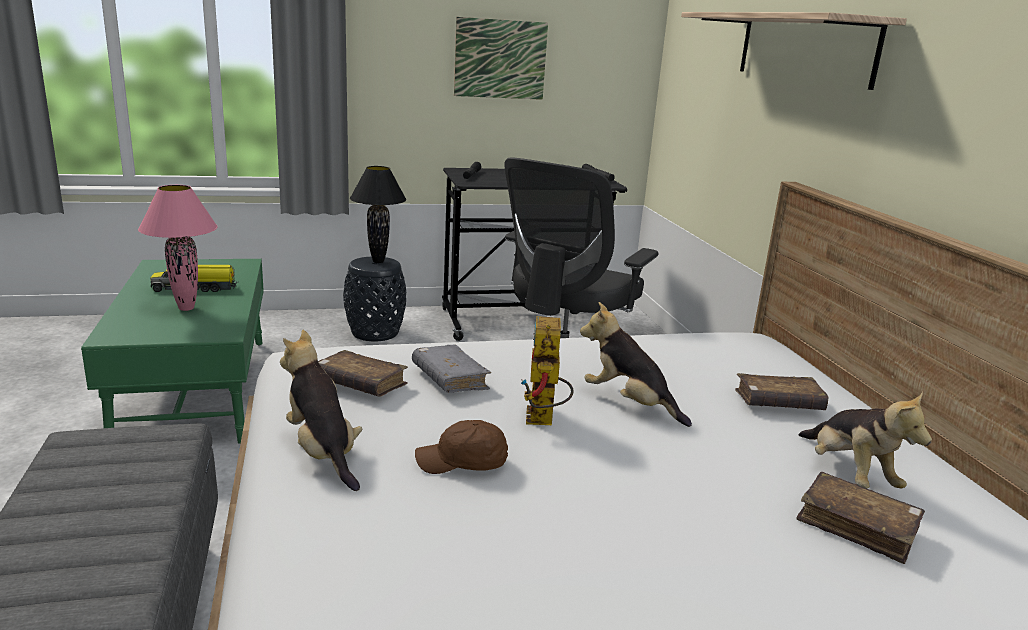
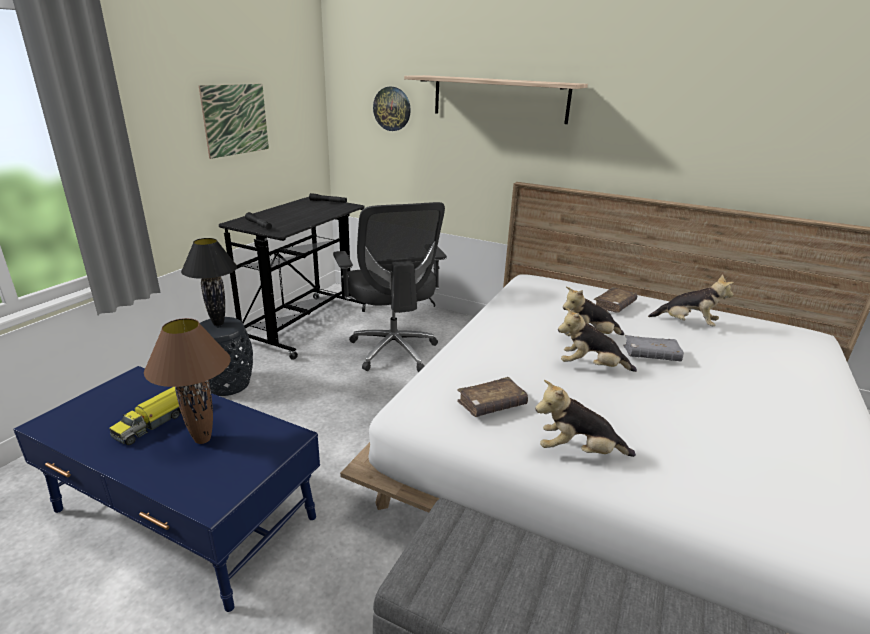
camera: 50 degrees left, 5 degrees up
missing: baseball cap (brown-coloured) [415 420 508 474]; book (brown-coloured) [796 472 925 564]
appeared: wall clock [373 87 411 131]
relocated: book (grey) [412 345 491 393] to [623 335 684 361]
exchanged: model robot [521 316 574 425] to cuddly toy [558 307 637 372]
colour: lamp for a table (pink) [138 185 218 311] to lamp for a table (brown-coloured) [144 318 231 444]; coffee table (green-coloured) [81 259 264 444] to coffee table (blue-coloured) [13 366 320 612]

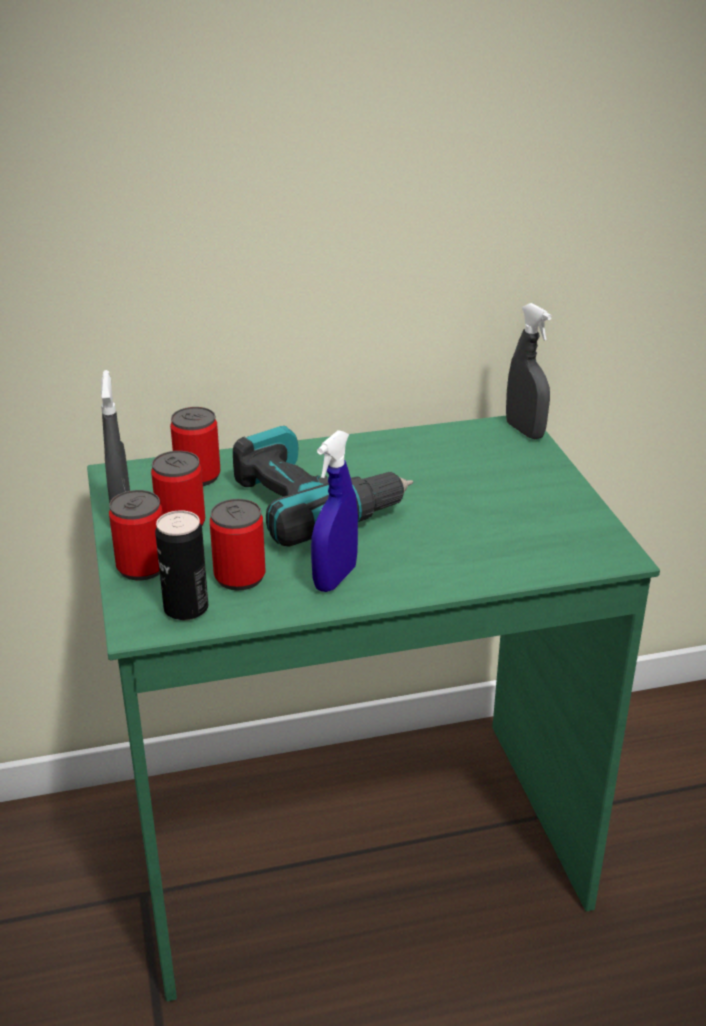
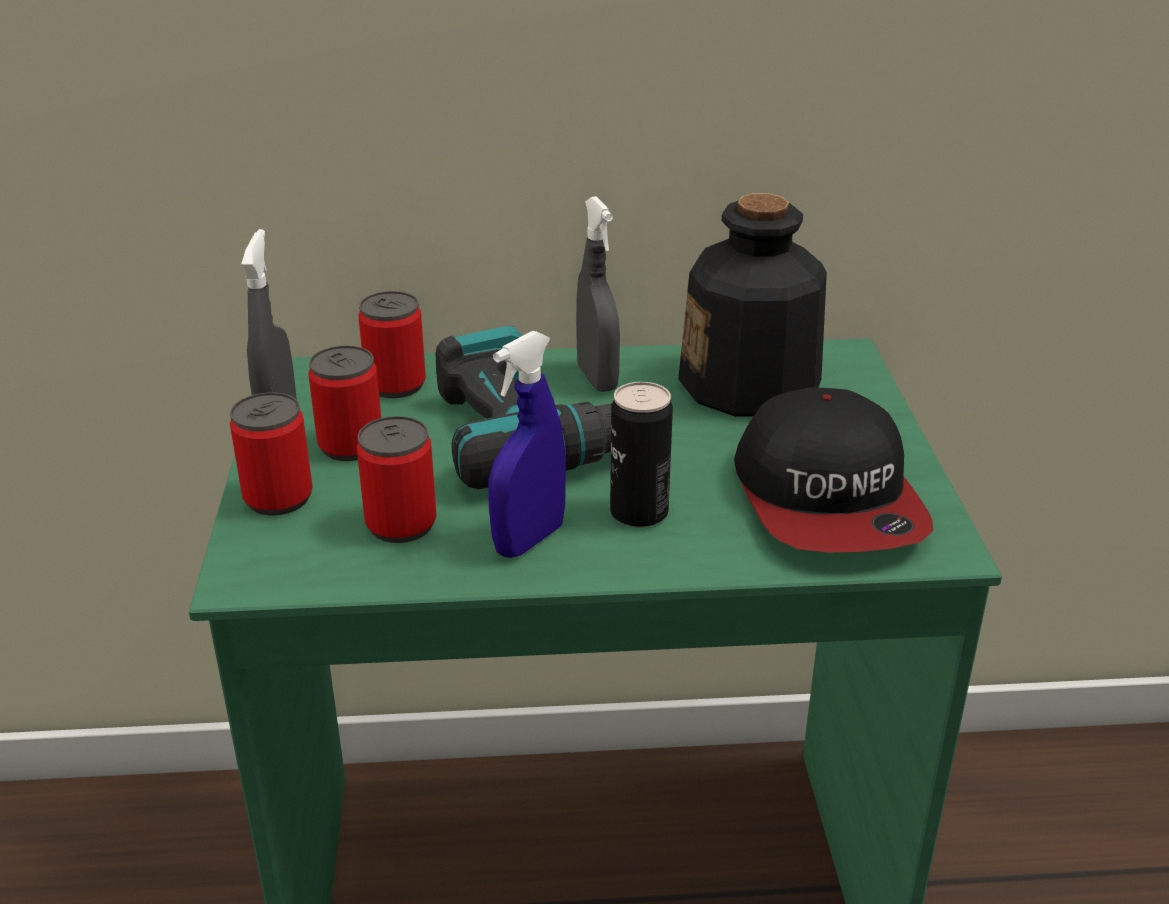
camera: 10 degrees right, 0 degrees up
appeared: beverage bottle [678 193 827 417]; baseball cap [734 388 933 553]
relocated: spray bottle (grey) [506 303 552 439] to [576 196 620 392]; can [155 510 209 620] to [610 382 673 527]

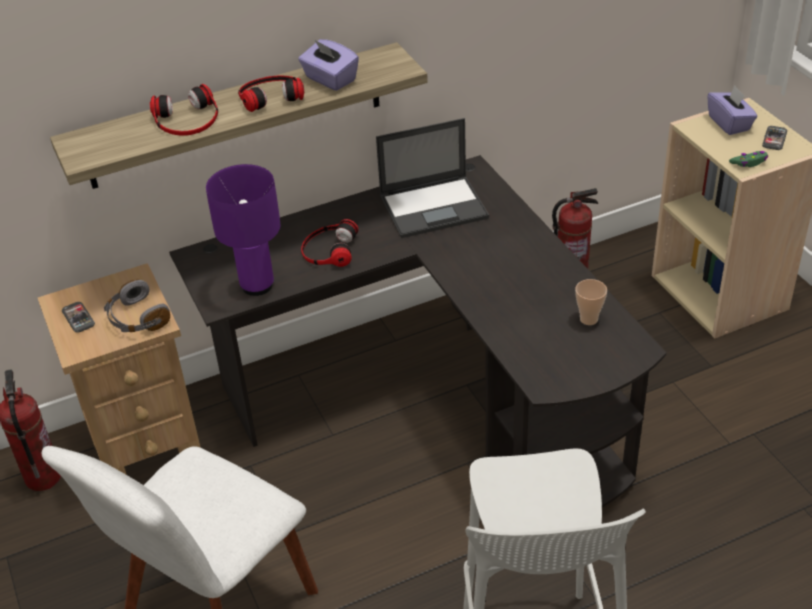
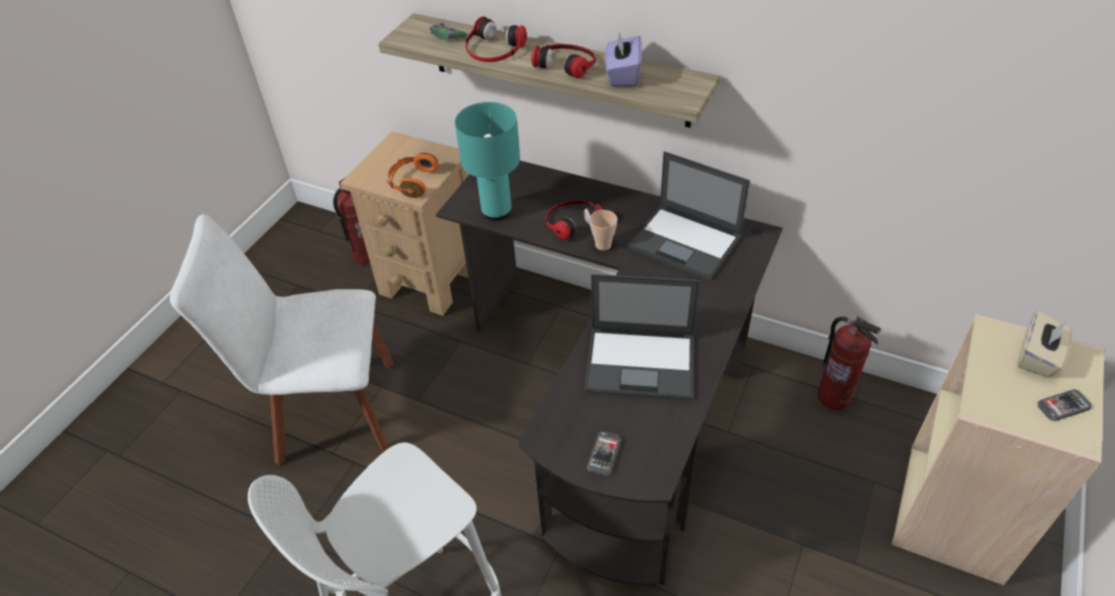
camera: 50 degrees right, 5 degrees up
appeared: portable computer [585 274 700 401]
relocated: game controller (green-coloured) [729 151 768 167] to [429 23 467 40]; small cup [575 279 607 325] to [589 210 617 250]; telephone [62 302 95 333] to [587 431 622 476]
colour: tissue holder (purple) [707 86 758 135] to tissue holder (beige) [1018 311 1072 377]; lamp for a table (purple) [206 164 280 296] to lamp for a table (turquoise) [455 102 520 221]; pair of headphones (grey) [104 279 170 332] to pair of headphones (orange) [386 153 438 198]

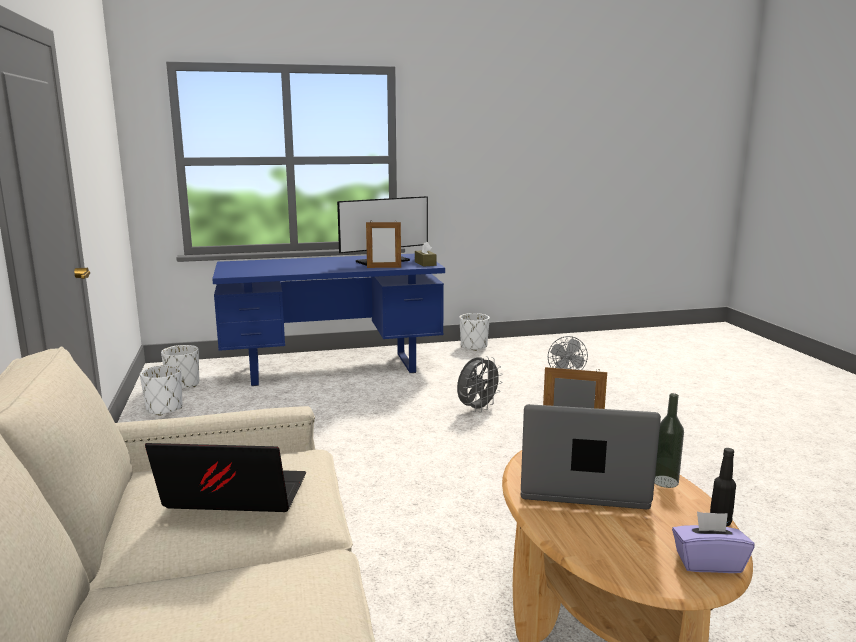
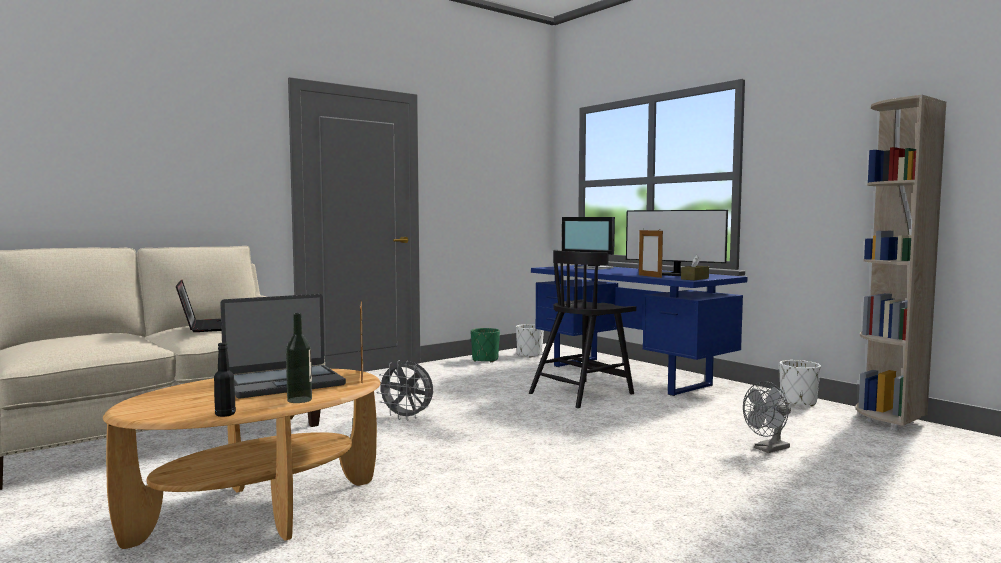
camera: 65 degrees right, 10 degrees down
missing: tissue holder (purple) [672 511 755 573]
appeared: bookshelf (beige) [856 95 946 431]; monitor [562 217 615 270]; chair (blackish) [529 250 636 408]
relocated: electric fan (grey) [457 356 503 412] to [377 360 433 421]
colour: planter (white) [140 365 182 416] to planter (green-coloured) [471 328 500 362]
spun: portable computer [521 404 661 509] = [220 294 346 398] 75 degrees clockwise

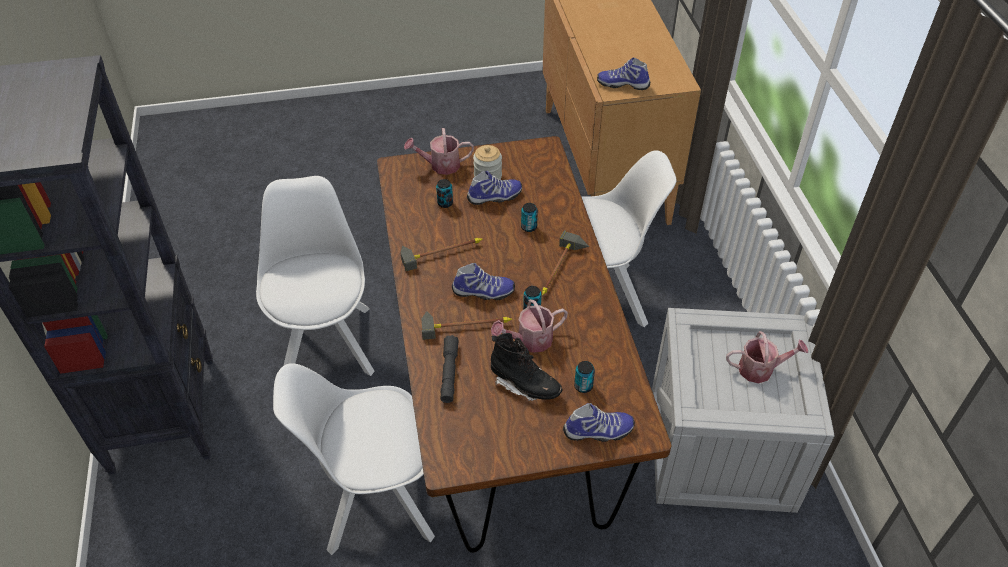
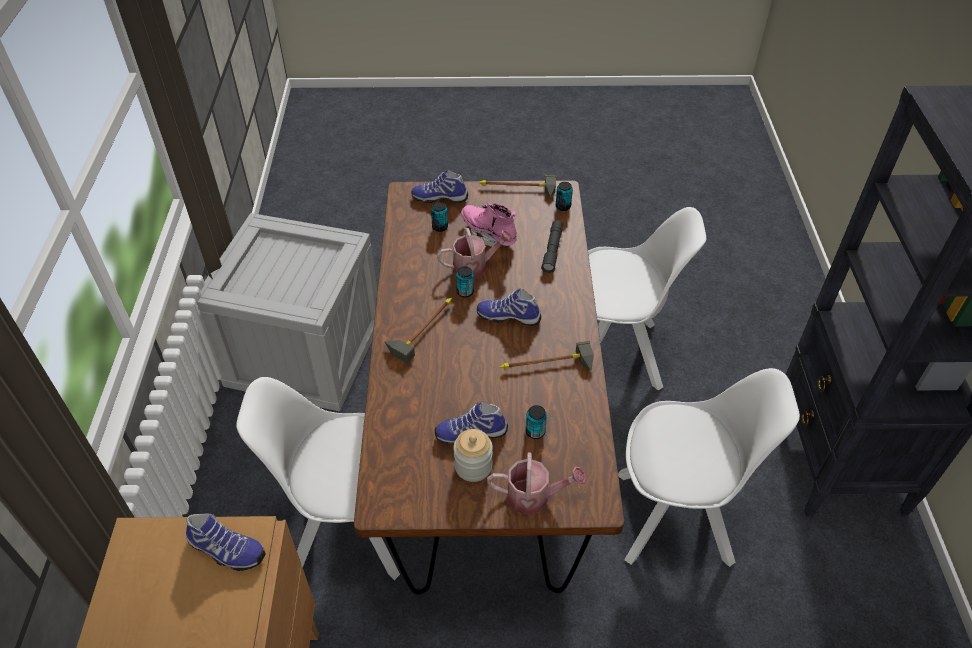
camera: 170 degrees left, 0 degrees up
missing: sprinkling can [726 331 808 383]
relocated: can [521 203 538 232] to [556 182 573 211]; tool hammer [421 311 512 340] to [478 175 556 197]
colour: boot (blackish) [491 333 562 401] to boot (pink) [461 202 517 247]
spun: chair (white) [256 176 375 376] = [618 368 800 567] 90 degrees counterclockwise

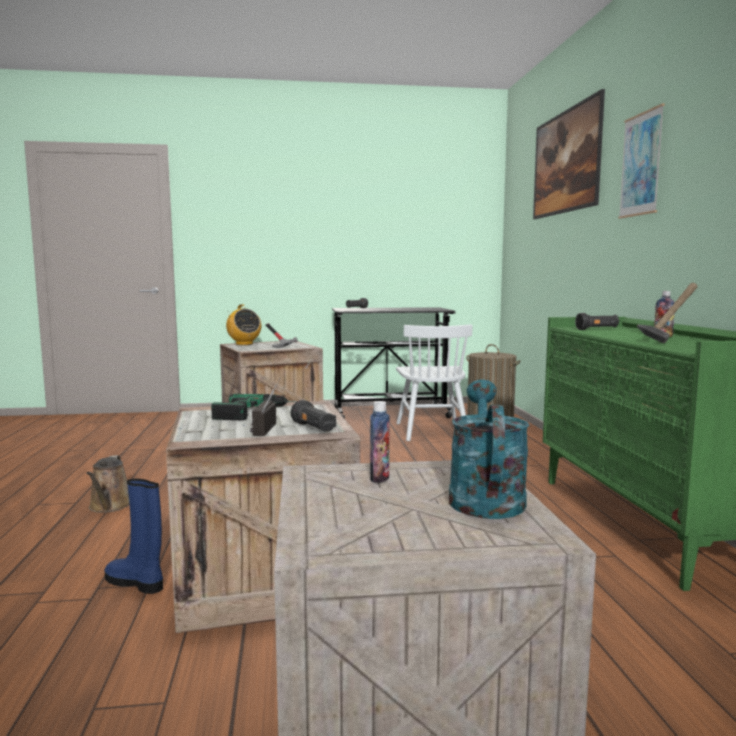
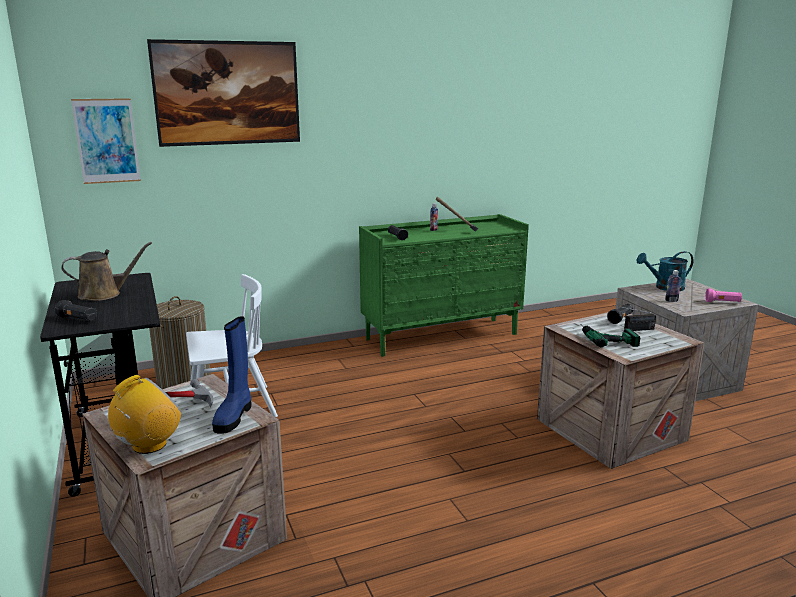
camera: 105 degrees left, 10 degrees up
appeared: hand torch (pink) [705 289 742 302]
relocated: wall art [618 103 665 219] to [71 98 141 184]; sprinkling can (brown-coloured) [86 455 130 513] to [61 242 152 301]; boot (blue-coloured) [105 479 163 594] to [212 316 251 434]

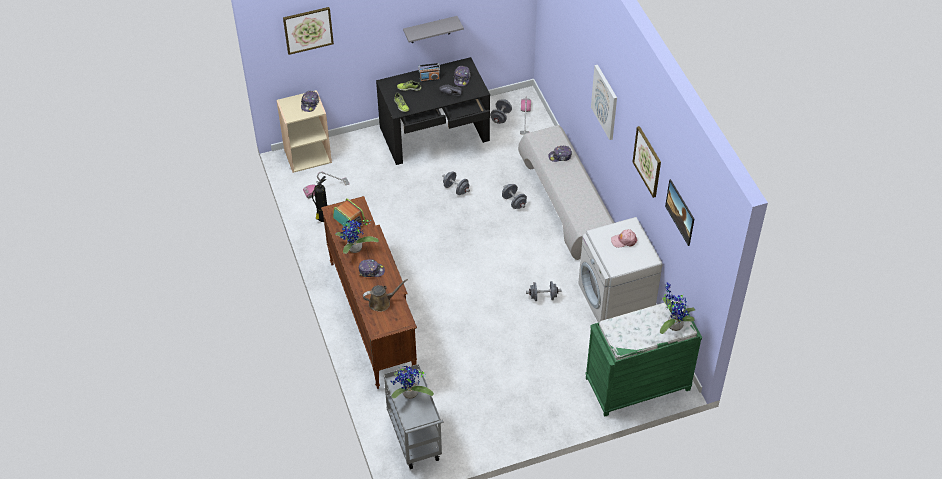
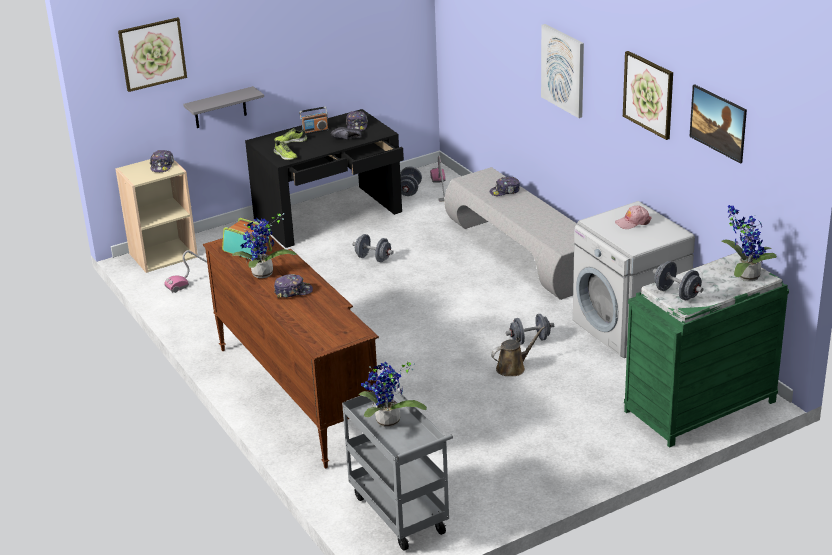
camera: 10 degrees left, 20 degrees down
missing: fire-fighting cylinder [312 176 327 222]
relocated: bracket shelf (grey) [403 16 464 43] to [183 86 264 128]; free weight (grey) [502 184 527 209] to [653 261 703 300]; sprinkling can (brown-coloured) [363 279 408 312] to [491 326 545 376]

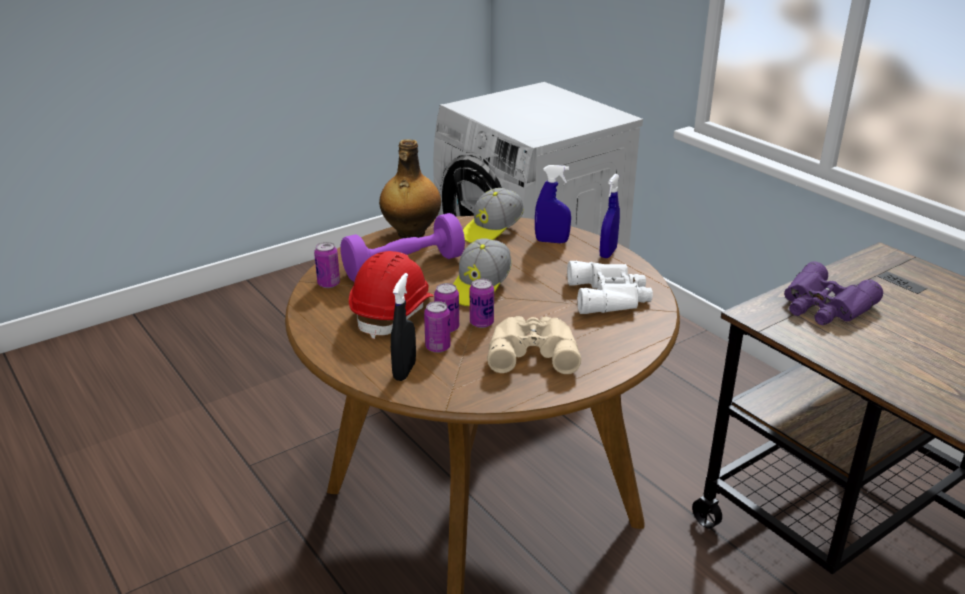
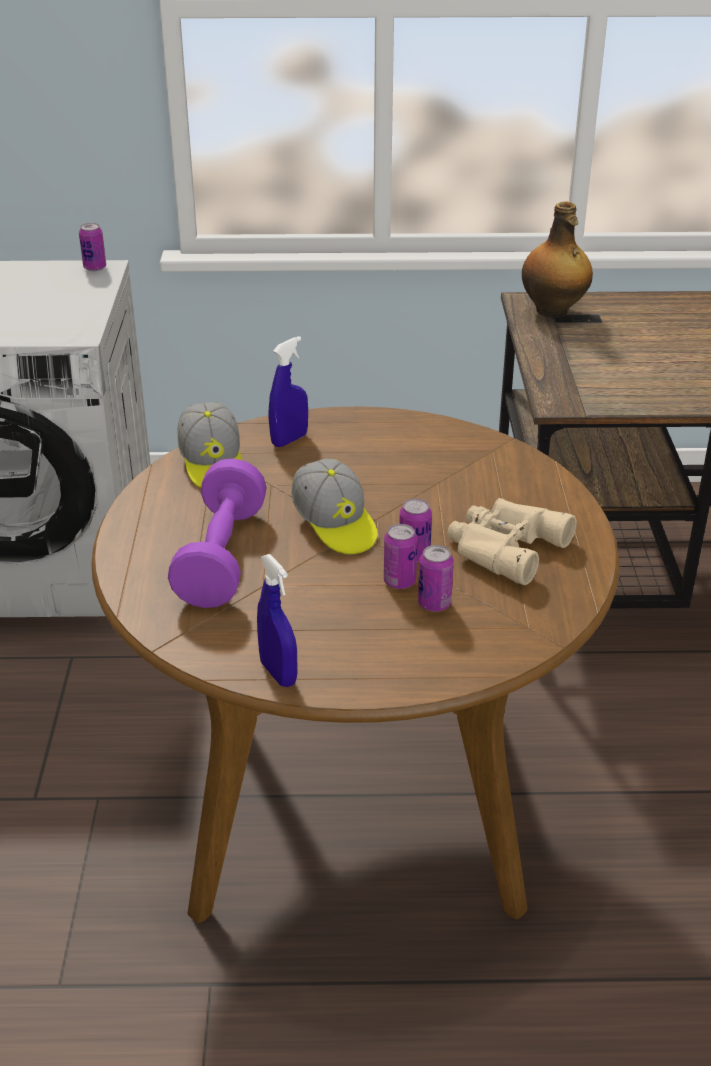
camera: 55 degrees left, 5 degrees up
missing: safety helmet (red) [349 251 434 339]; pair of binoculars (white) [567 261 653 314]; pair of binoculars (purple) [784 261 883 325]; spray bottle (blackish) [391 273 416 381]
relocated: beverage bottle [379 139 441 238] to [522 202 593 318]; spray bottle (blue-coloured) [600 174 620 258] to [257 554 298 687]; can [314 242 340 288] to [79 223 106 271]

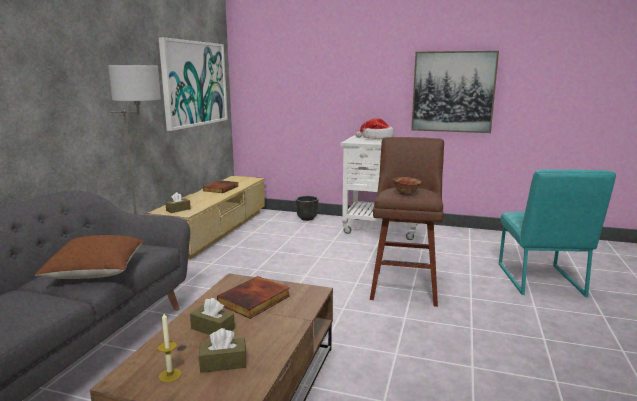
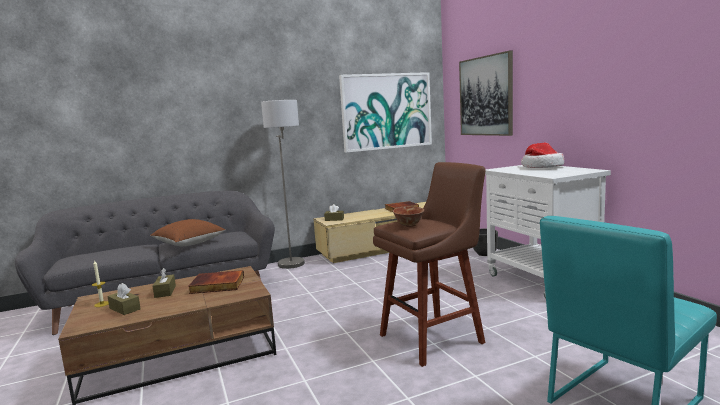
camera: 50 degrees right, 5 degrees down
relocated: wall art [411 51 499 133] to [459 51 513 136]

